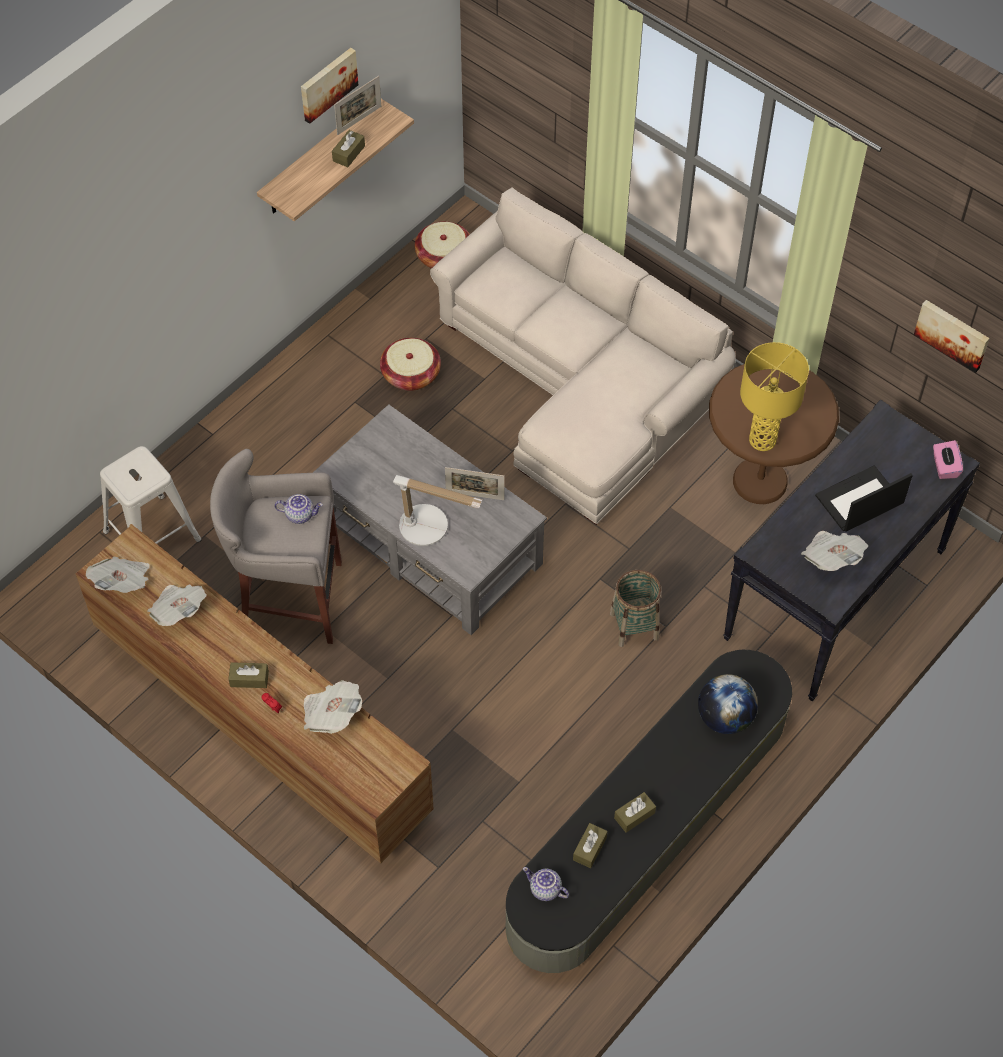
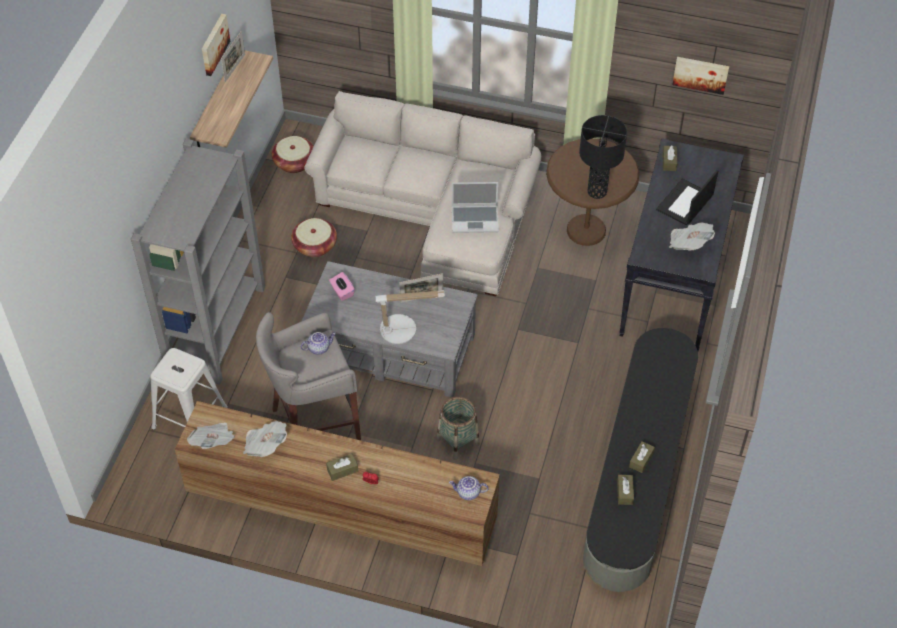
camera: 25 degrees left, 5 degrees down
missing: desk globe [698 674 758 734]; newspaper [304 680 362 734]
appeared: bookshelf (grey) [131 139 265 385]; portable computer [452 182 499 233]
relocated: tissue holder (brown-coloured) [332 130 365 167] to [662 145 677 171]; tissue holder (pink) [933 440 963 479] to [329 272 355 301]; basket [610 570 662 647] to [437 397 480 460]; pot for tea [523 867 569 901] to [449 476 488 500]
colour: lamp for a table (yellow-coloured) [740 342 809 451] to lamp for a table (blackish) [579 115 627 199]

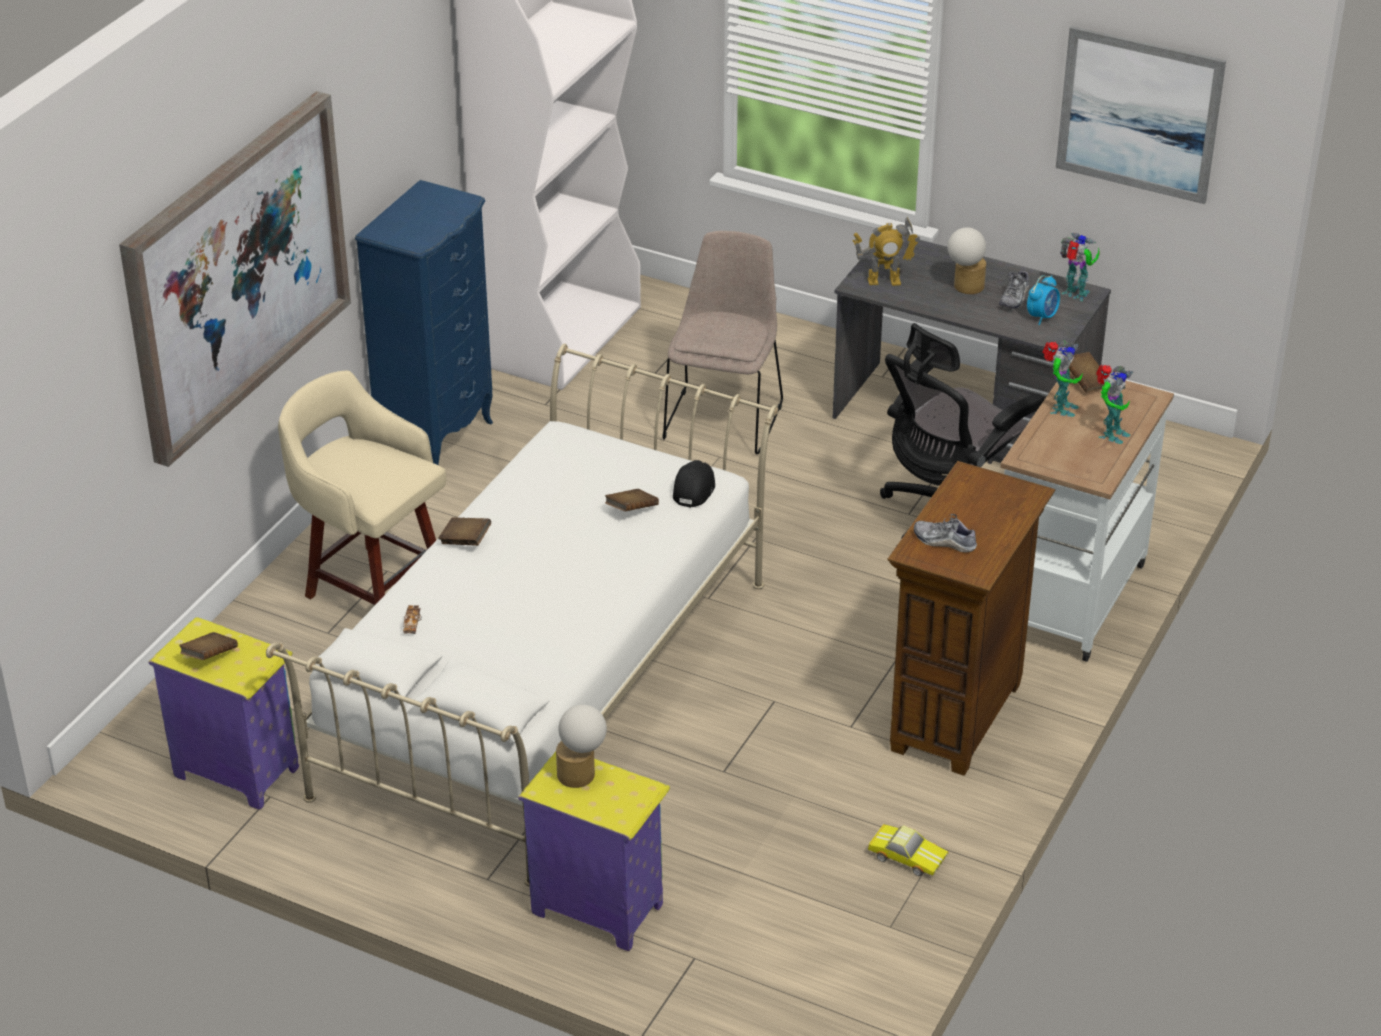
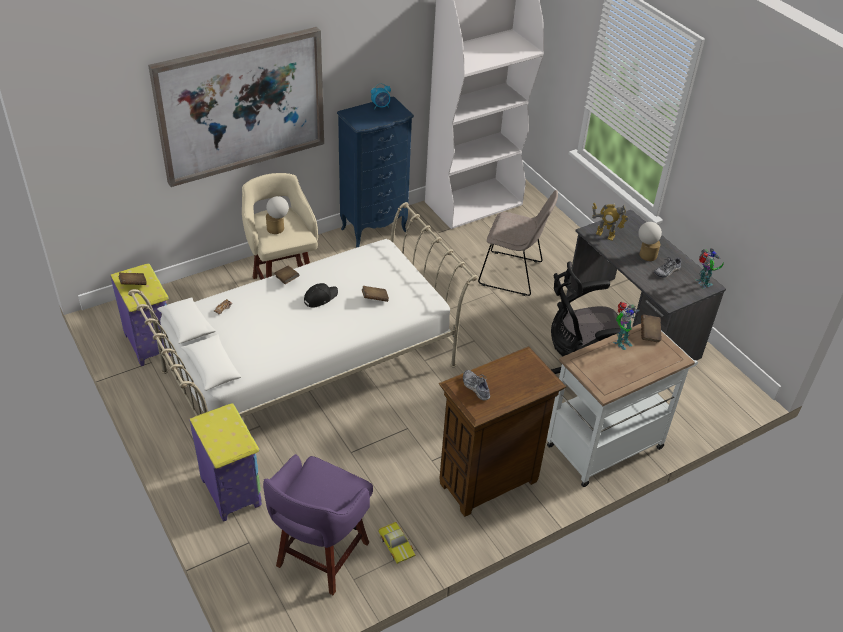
camera: 30 degrees right, 5 degrees up
missing: wall art [1056 26 1226 204]; model robot [1096 365 1133 444]
appeared: sitting stool (purple) [263 454 373 595]
relocated: alarm clock [1027 275 1060 325] to [371 83 391 110]; baseball cap (blackish) [673 460 715 508] to [304 283 338 308]; lamp for a table [556 705 607 788] to [266 196 289 234]
spun: chair (beige) [662 231 783 454] = [478 190 558 296] 60 degrees clockwise

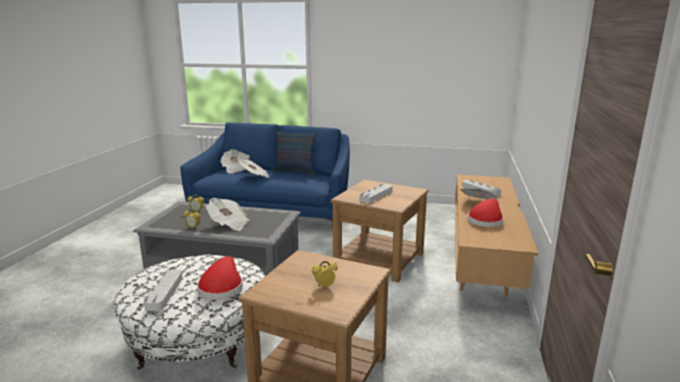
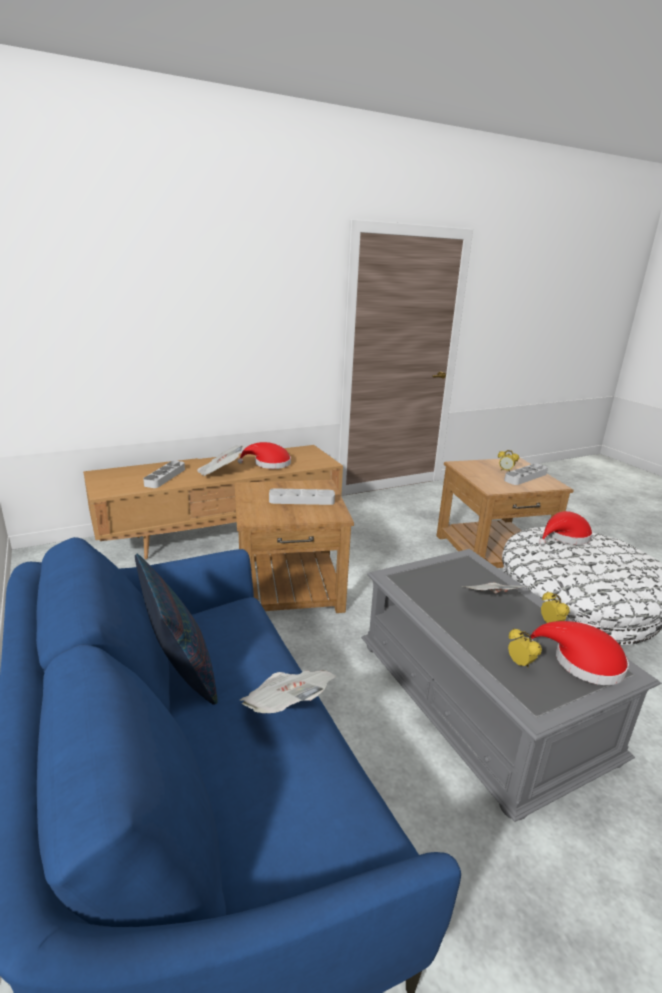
camera: 130 degrees left, 5 degrees up
missing: newspaper [220 149 250 173]
appeared: wearable hat (red) [527 621 629 685]
relocated: tray (grey) [144 270 183 311] to [504 463 548 485]

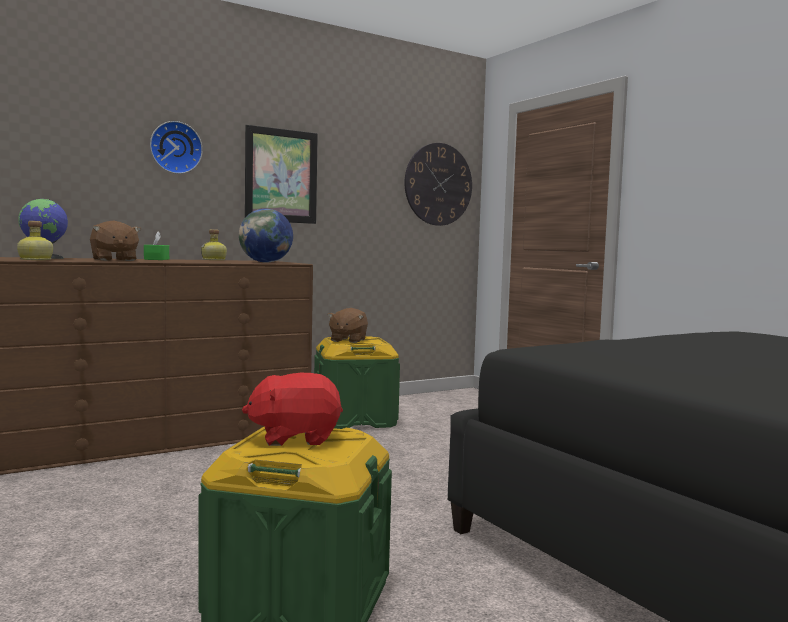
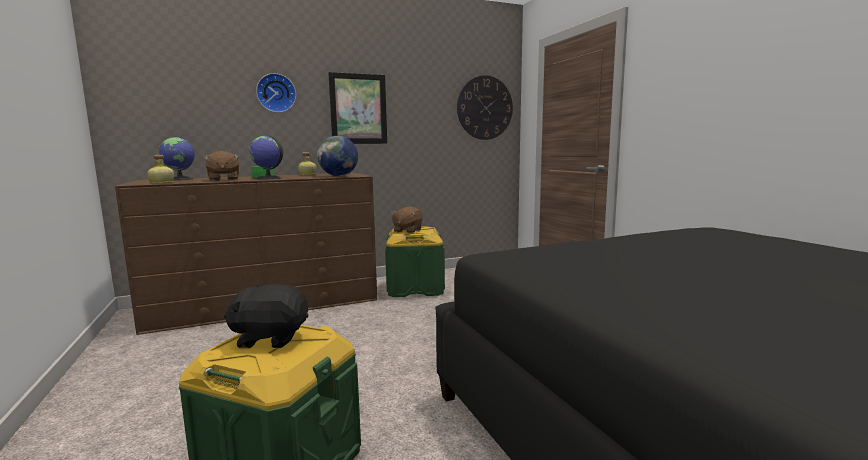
camera: 10 degrees right, 5 degrees up
appeared: desk globe [249 135 283 180]
colour: cuddly toy (red) [242 373 343 446] to cuddly toy (blackish) [224 284 308 348]

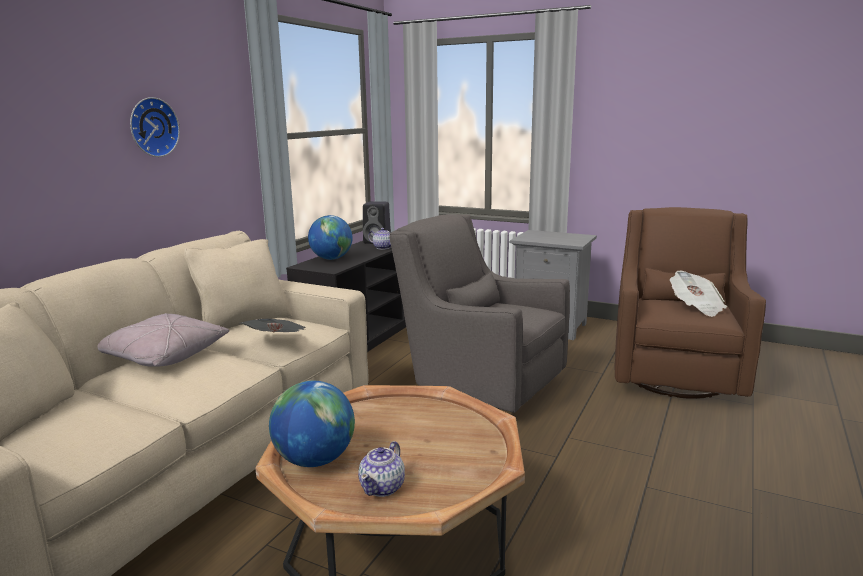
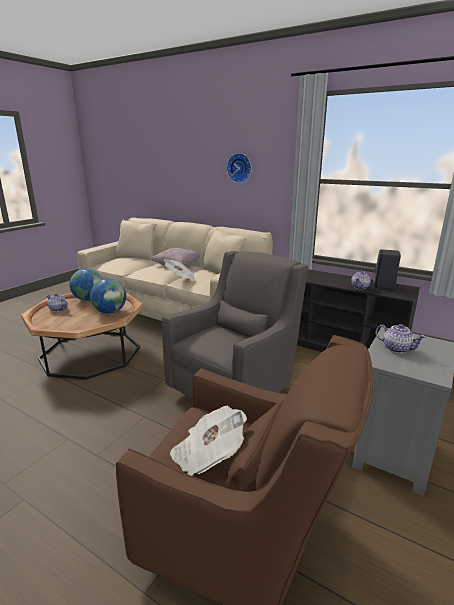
camera: 95 degrees right, 5 degrees up
appeared: pot for tea [375 324 426 353]
relocated: desk globe [308 215 353 260] to [90 279 126 314]

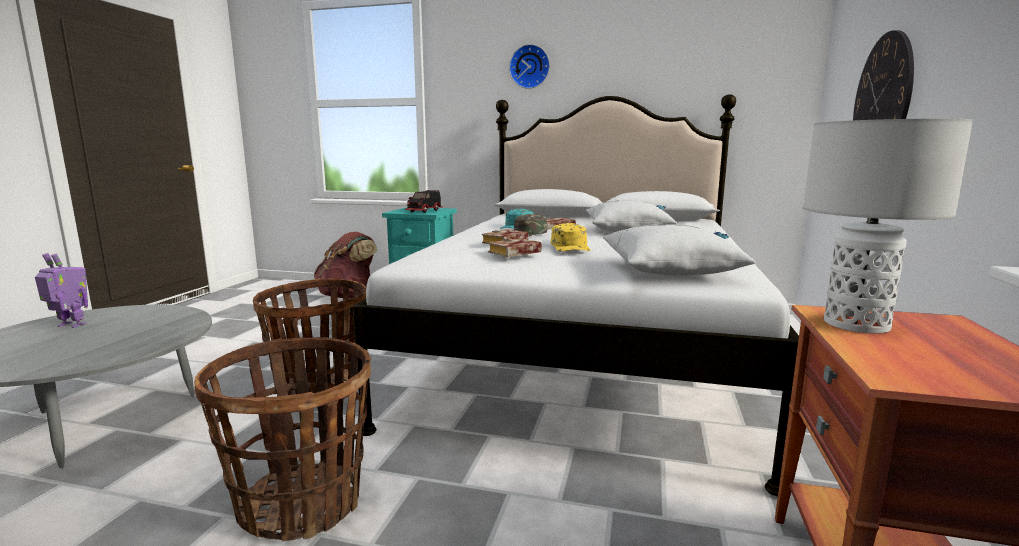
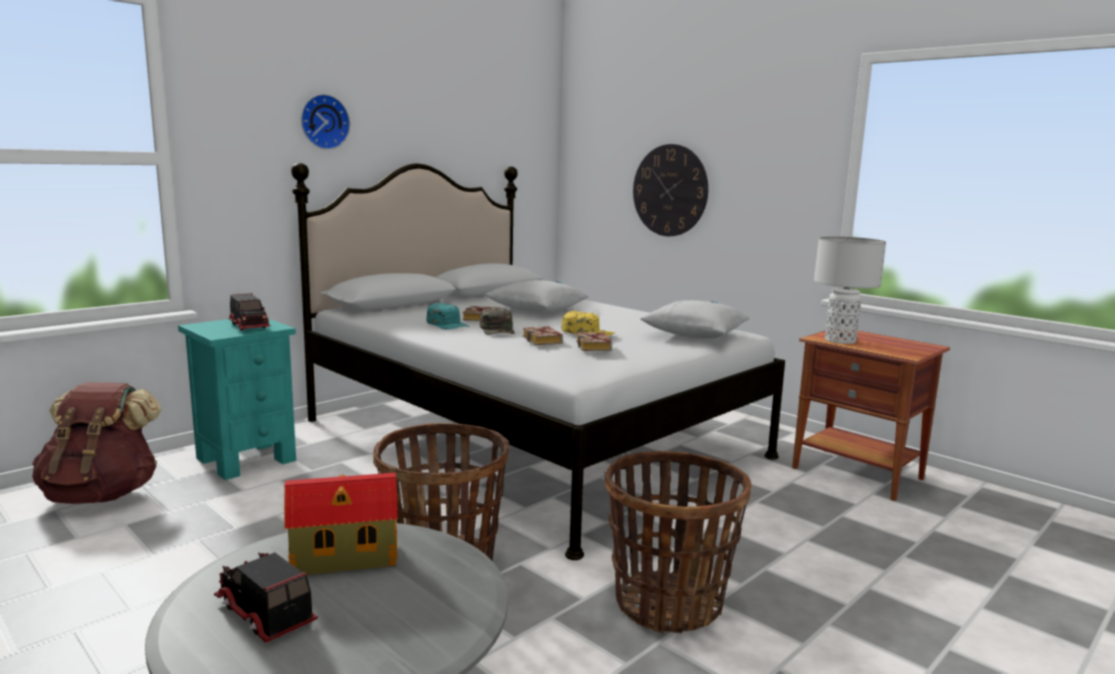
camera: 60 degrees left, 0 degrees up
appeared: toy house [284 473 398 575]
exchanged: model robot [35 253 88 328] to toy truck [213 552 318 643]

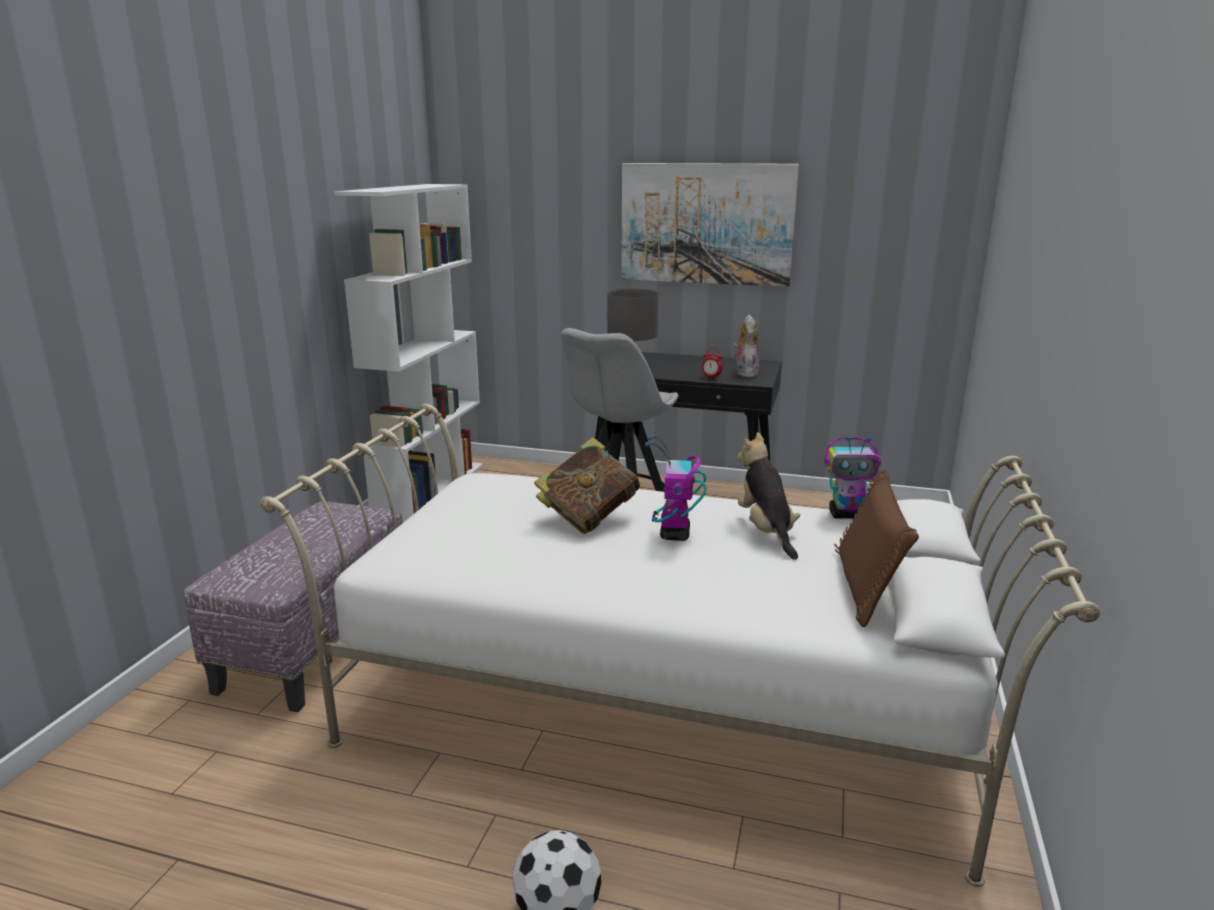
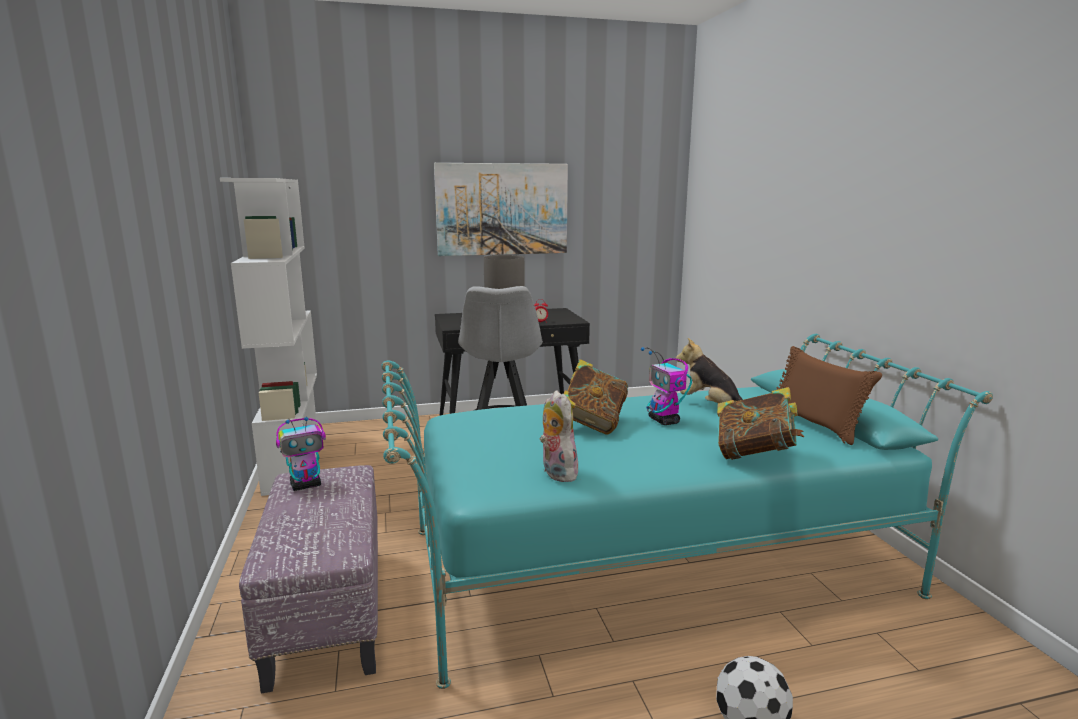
camera: 30 degrees left, 5 degrees down
appeared: book [717 387 804 460]
relocated: cuddly toy [733 315 759 377] to [540 391 580 482]; model robot [824 435 881 519] to [276 416 326 491]
colour: bed (white) [260 404 1100 887] to bed (turquoise) [381 334 993 689]

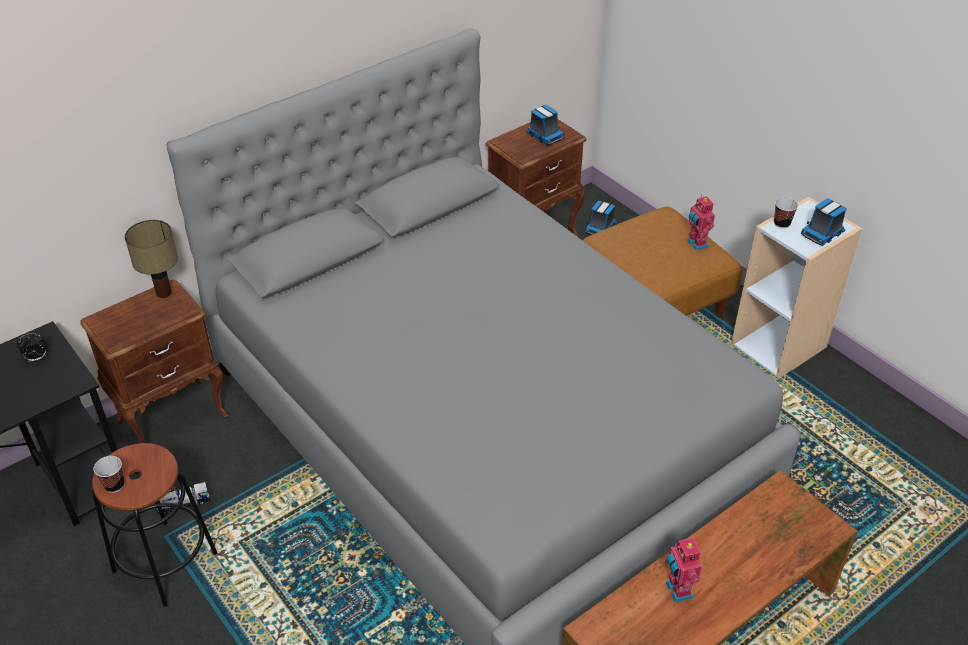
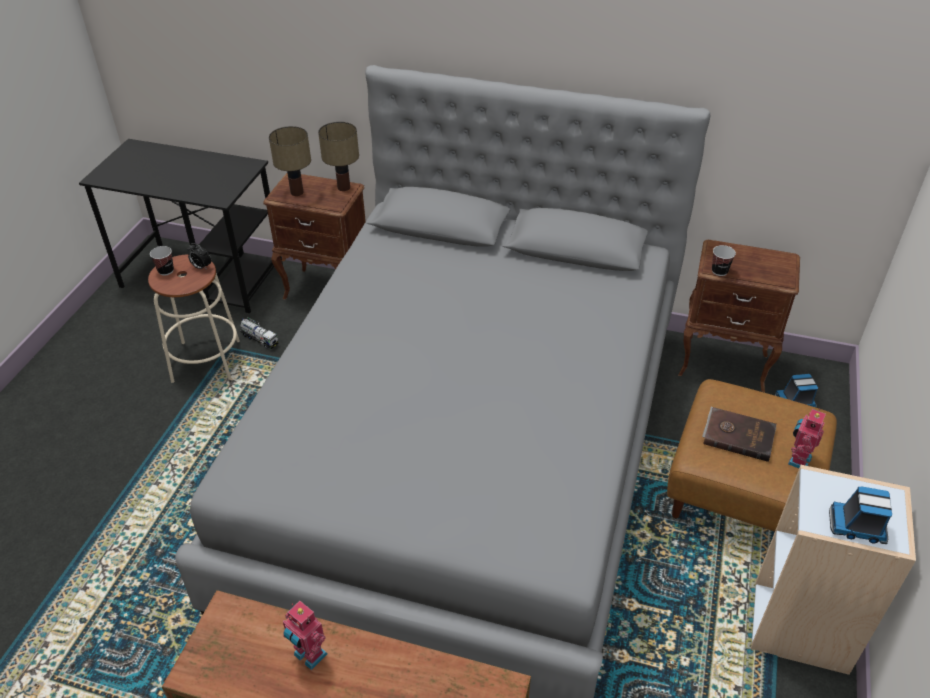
camera: 55 degrees right, 0 degrees up
missing: toy truck [526 105 565 145]
appeared: lamp for a table [269 126 311 196]; book (brown-coloured) [702 407 776 462]
relocated: small cup [774 197 798 229] to [712 245 736 276]; alarm clock [16 333 47 363] to [187 243 211 270]
colour: sitting stool (blackish) [92 443 217 607] to sitting stool (beige) [148 254 240 383]
spun: model robot [665 536 702 602] = [283 601 328 670] 90 degrees counterclockwise

